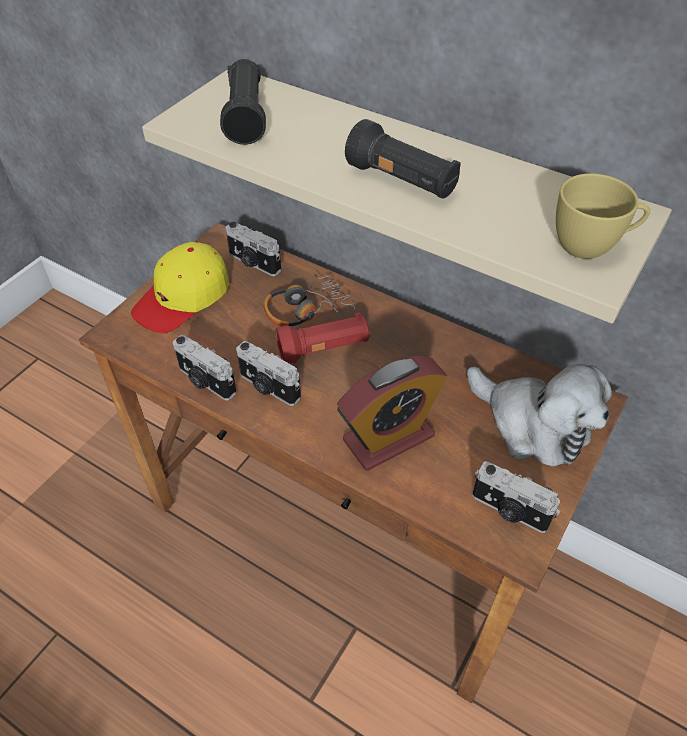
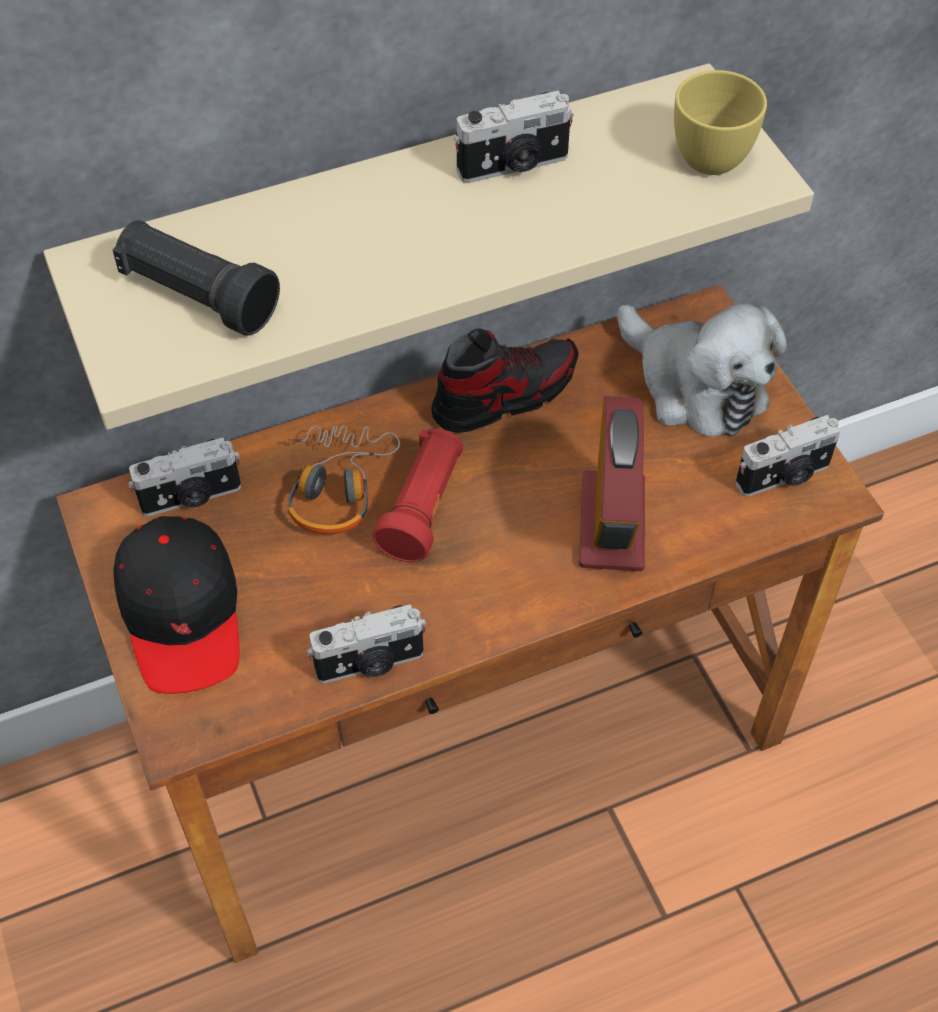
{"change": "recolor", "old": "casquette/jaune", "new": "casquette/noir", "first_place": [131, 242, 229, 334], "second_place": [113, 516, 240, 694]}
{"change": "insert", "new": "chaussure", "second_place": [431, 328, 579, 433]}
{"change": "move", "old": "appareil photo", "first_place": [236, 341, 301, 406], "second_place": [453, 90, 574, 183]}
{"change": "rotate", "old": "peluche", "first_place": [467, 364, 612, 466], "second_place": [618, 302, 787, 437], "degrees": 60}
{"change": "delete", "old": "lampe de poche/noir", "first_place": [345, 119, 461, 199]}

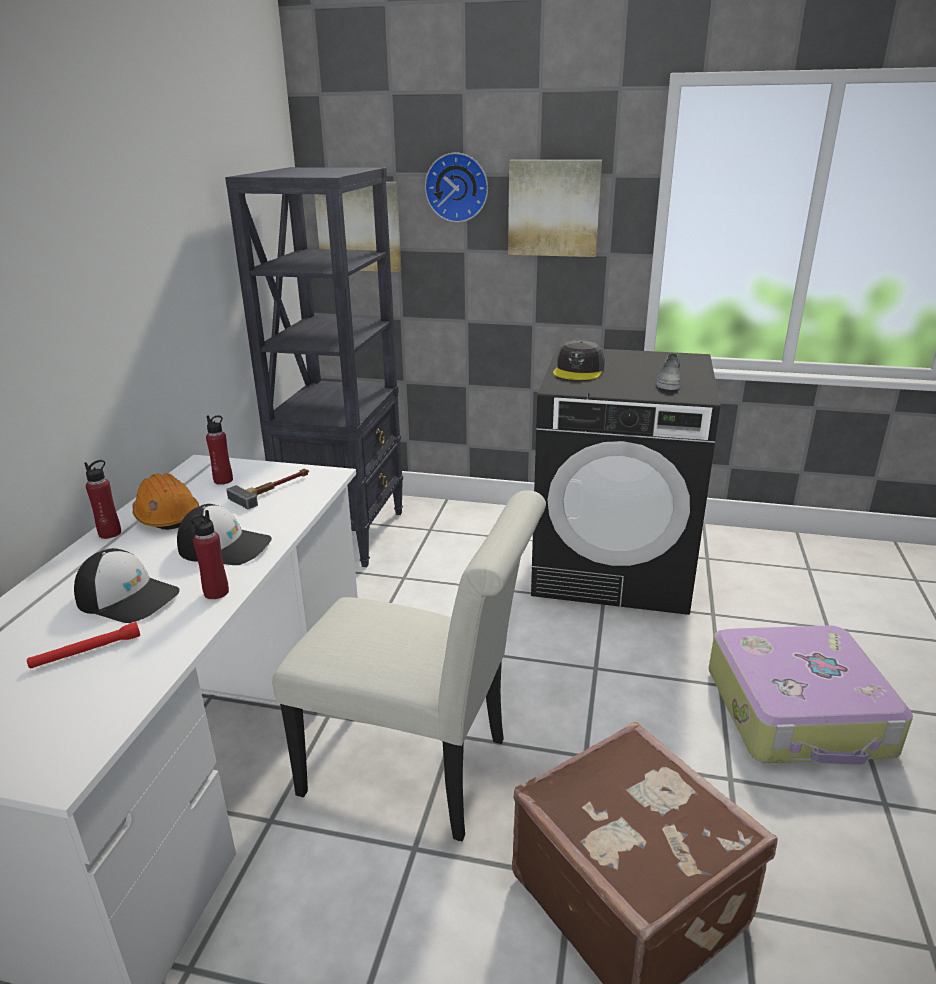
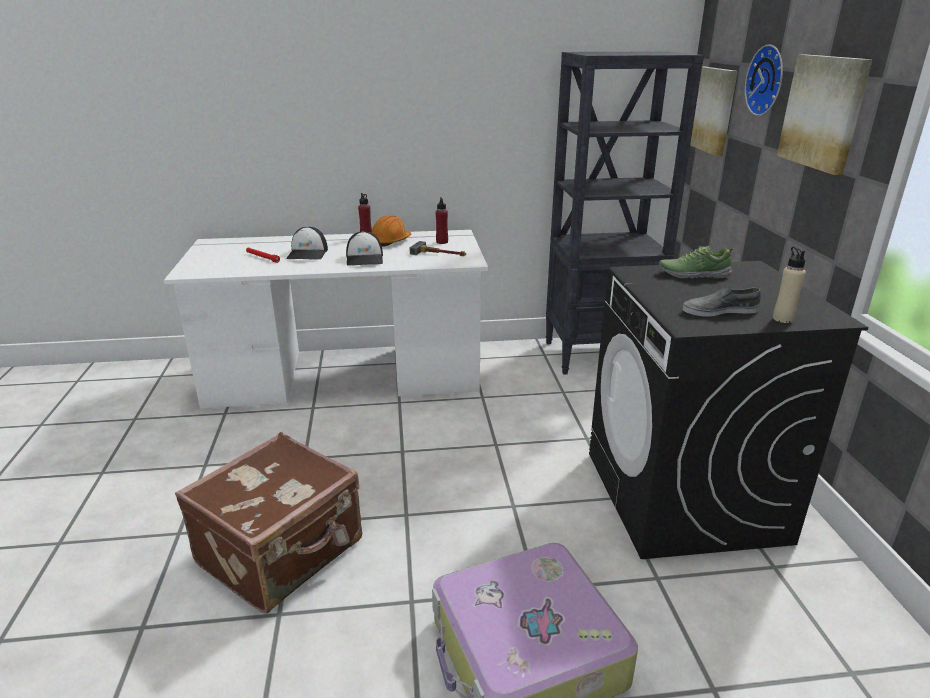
{"change": "replace", "old": "casquette/gris", "new": "chaussure", "first_place": [553, 341, 605, 380], "second_place": [659, 246, 734, 278]}
{"change": "insert", "new": "bouteille/beige", "second_place": [773, 246, 806, 323]}
{"change": "delete", "old": "bouteille/rouge", "first_place": [190, 510, 229, 599]}
{"change": "delete", "old": "chaise/blanc", "first_place": [272, 490, 546, 841]}

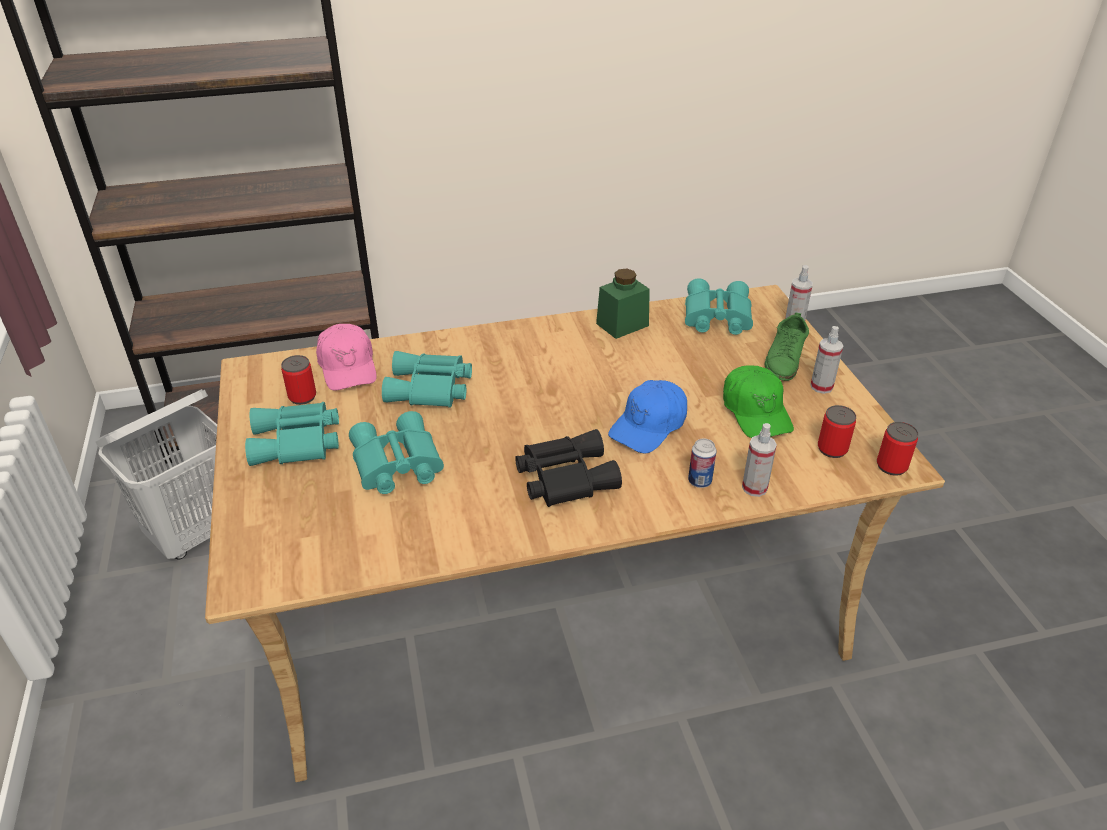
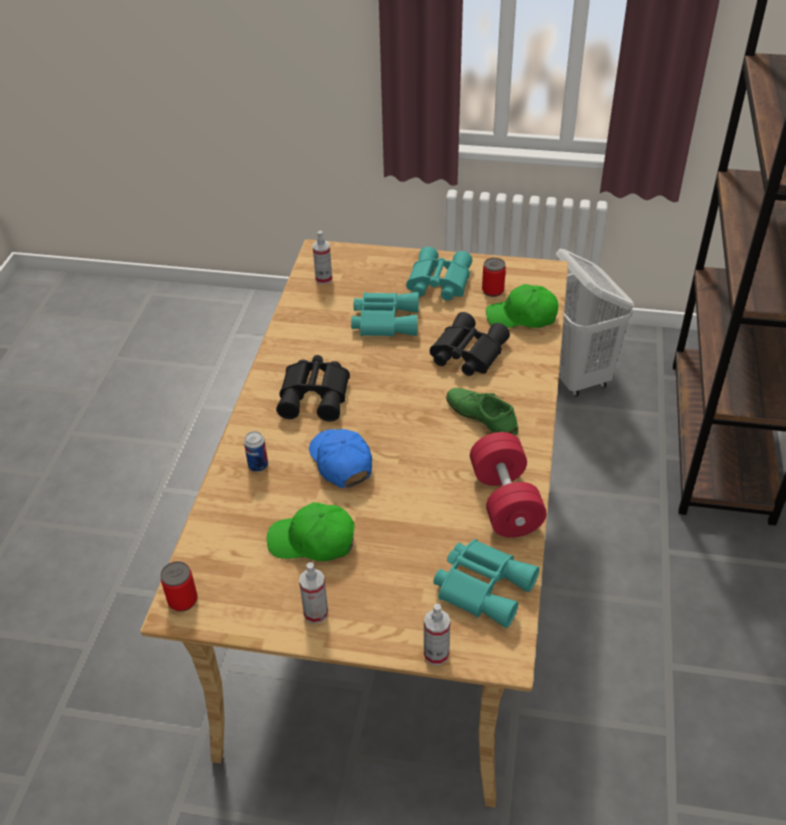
{"change": "move", "old": "vaporisateur", "first_place": [742, 423, 777, 497], "second_place": [313, 231, 332, 284]}
{"change": "recolor", "old": "jumelles/turquoise", "new": "jumelles/noir", "first_place": [382, 351, 472, 408], "second_place": [430, 312, 510, 376]}
{"change": "move", "old": "chaussure/vert", "first_place": [765, 312, 809, 381], "second_place": [446, 388, 518, 436]}
{"change": "replace", "old": "bocal/vert", "new": "haltère/rouge", "first_place": [596, 269, 650, 339], "second_place": [470, 432, 547, 538]}
{"change": "recolor", "old": "casquette/rose", "new": "casquette/vert", "first_place": [316, 324, 377, 391], "second_place": [486, 284, 558, 328]}
{"change": "delete", "old": "boîte métallique", "first_place": [818, 405, 856, 458]}

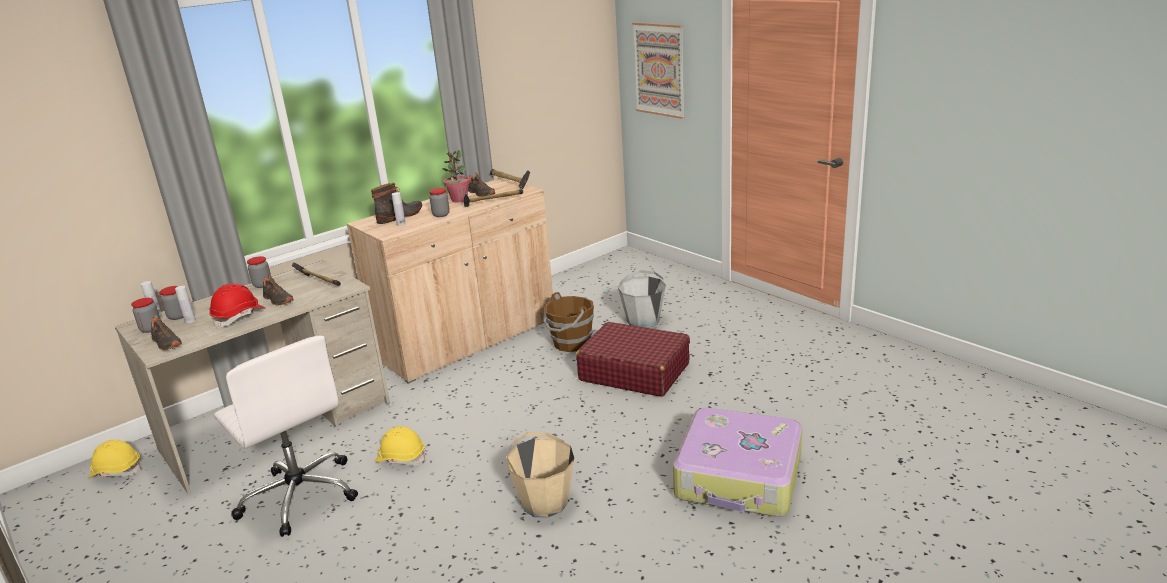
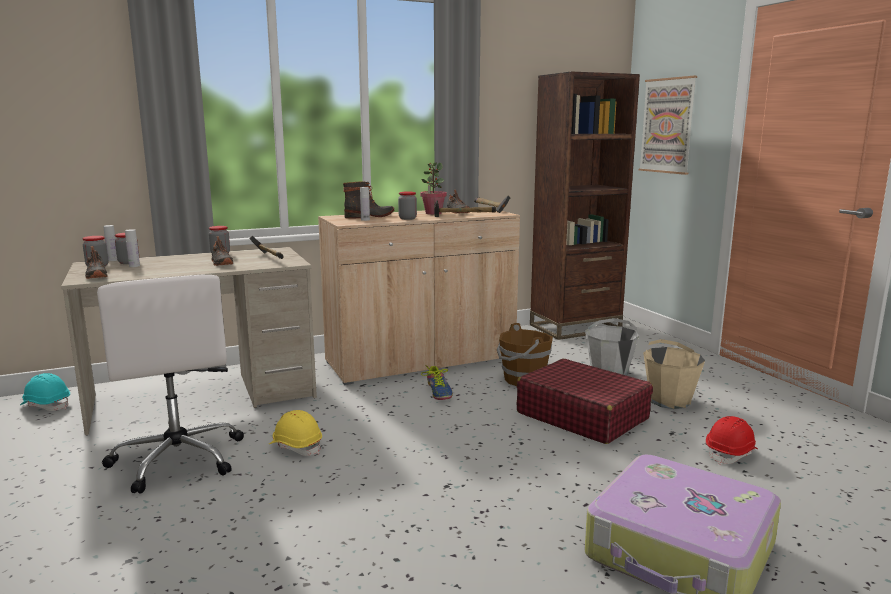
{"change": "recolor", "old": "casque de chantier/jaune", "new": "casque de chantier/turquoise", "first_place": [88, 440, 141, 478], "second_place": [20, 373, 70, 411]}
{"change": "insert", "new": "chaussure", "second_place": [421, 365, 453, 400]}
{"change": "insert", "new": "bibliothèque/marron", "second_place": [530, 71, 640, 340]}
{"change": "move", "old": "seau/beige", "first_place": [506, 432, 574, 518], "second_place": [643, 339, 705, 409]}
{"change": "move", "old": "casque de chantier/rouge", "first_place": [209, 283, 265, 328], "second_place": [706, 416, 758, 465]}

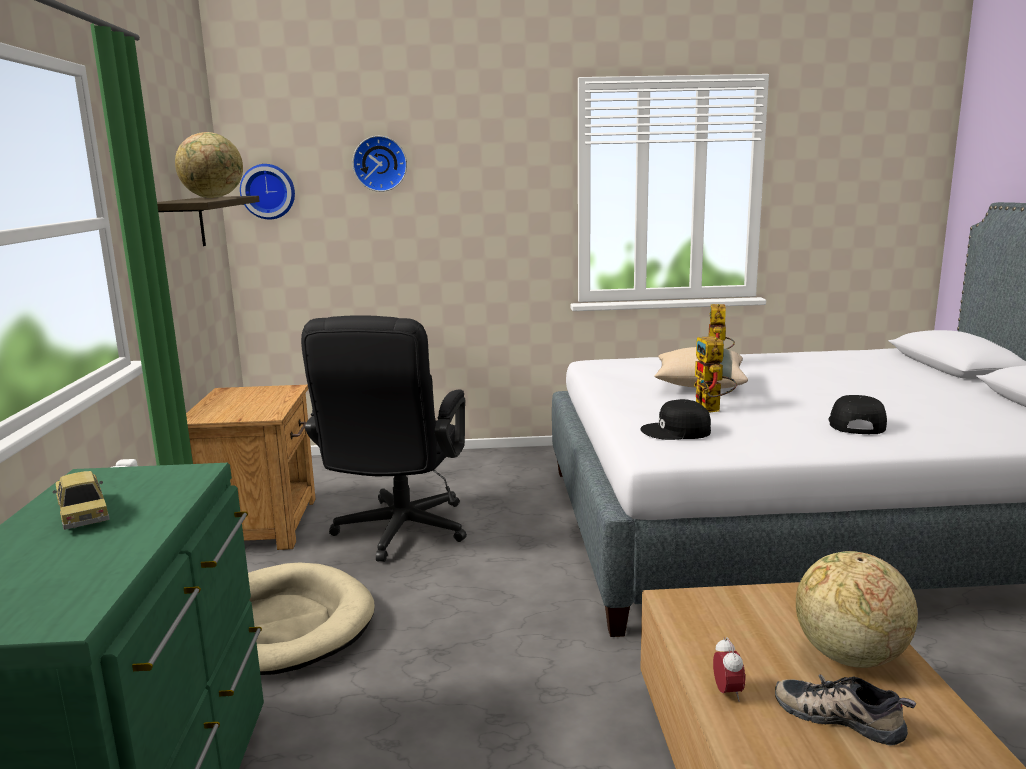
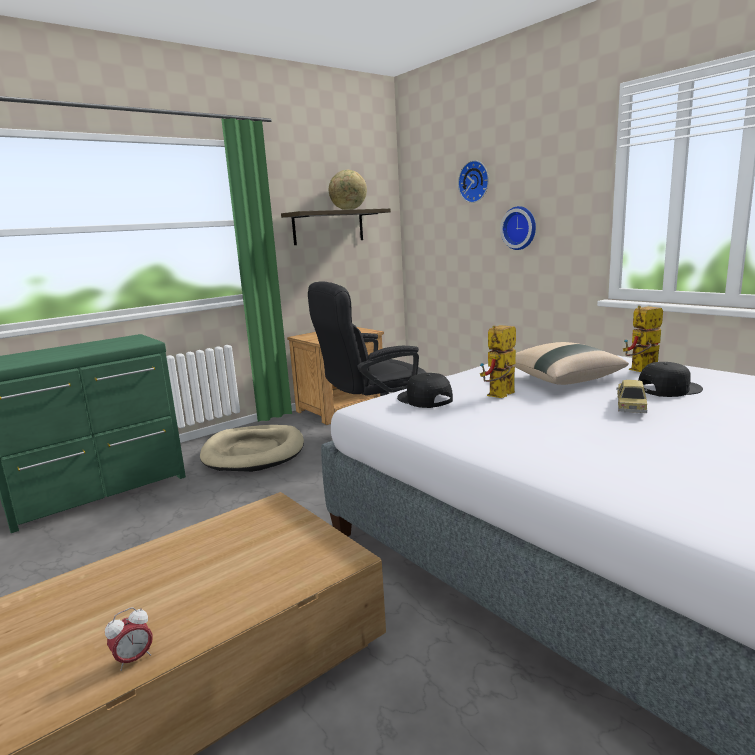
{"change": "move", "old": "réveil", "first_place": [713, 637, 745, 702], "second_place": [105, 607, 153, 671]}
{"change": "move", "old": "horloge murale", "first_place": [240, 164, 295, 219], "second_place": [500, 206, 536, 250]}
{"change": "move", "old": "petite voiture", "first_place": [53, 471, 109, 530], "second_place": [616, 380, 648, 413]}
{"change": "move", "old": "casquette/noir", "first_place": [828, 395, 887, 434], "second_place": [638, 362, 703, 397]}
{"change": "delete", "old": "chaussure", "first_place": [775, 674, 916, 746]}
{"change": "delete", "old": "globe", "first_place": [796, 551, 918, 668]}

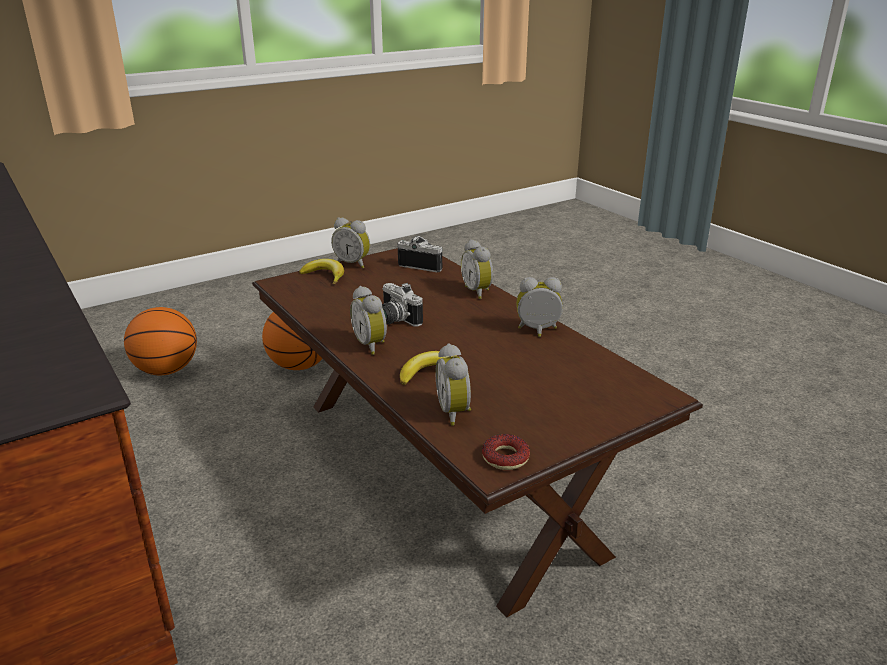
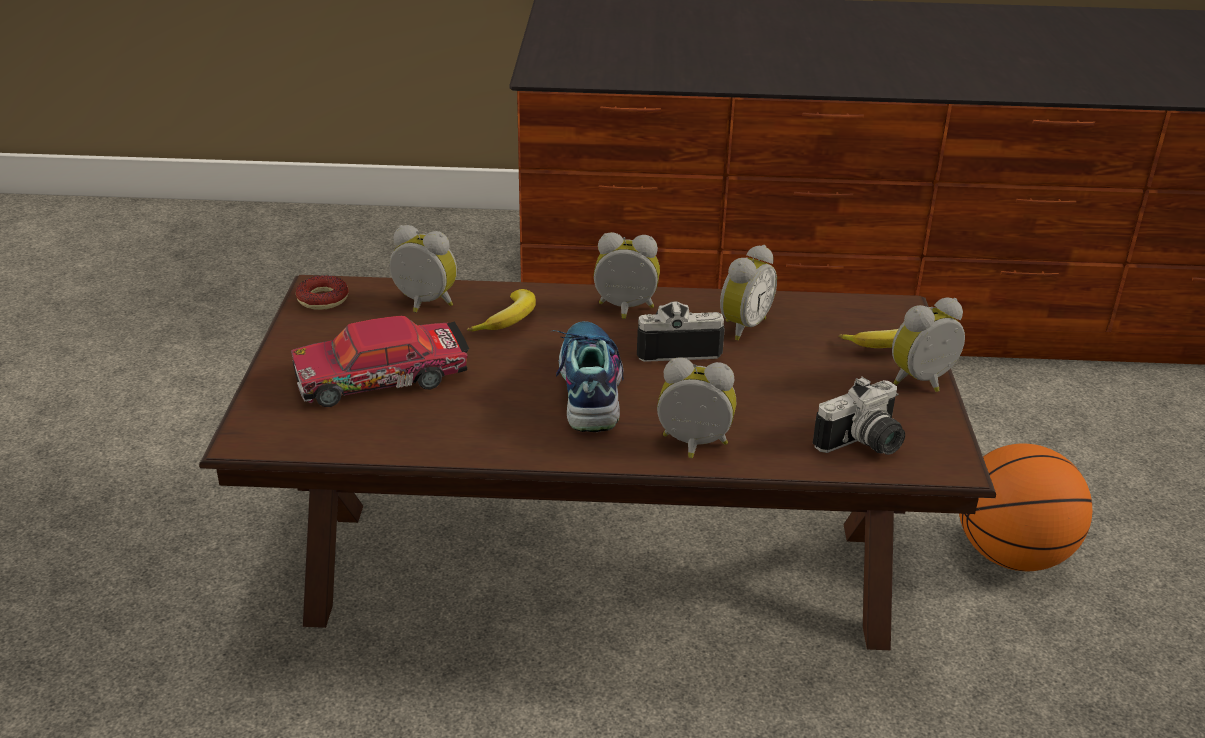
{"change": "insert", "new": "petite voiture", "second_place": [291, 316, 469, 407]}
{"change": "insert", "new": "chaussure", "second_place": [553, 321, 623, 432]}
{"change": "move", "old": "réveil", "first_place": [516, 277, 563, 337], "second_place": [720, 245, 777, 341]}
{"change": "delete", "old": "ballon de basket", "first_place": [124, 307, 197, 375]}

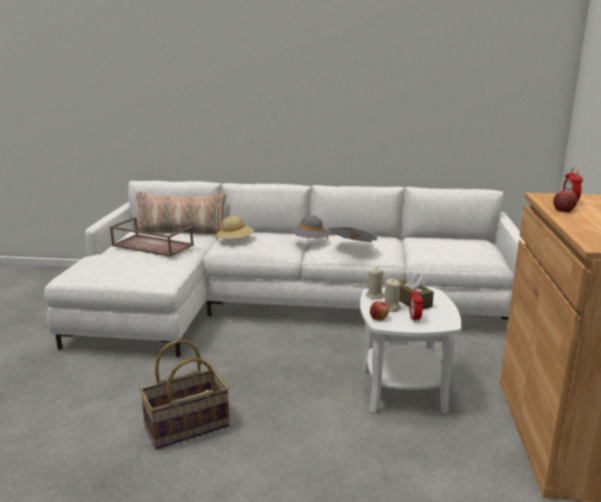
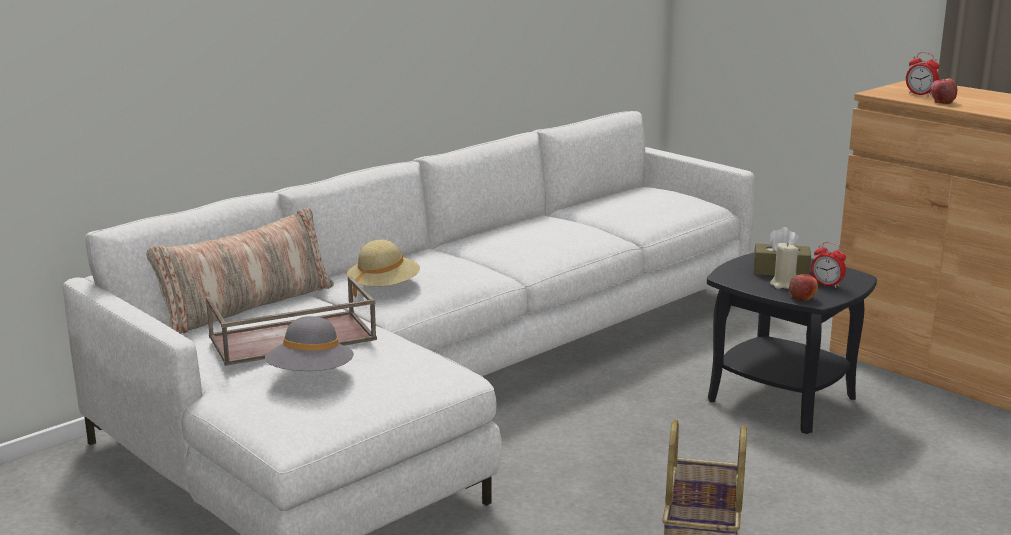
{"change": "move", "old": "chapeau/gris", "first_place": [291, 215, 329, 240], "second_place": [265, 316, 354, 371]}
{"change": "recolor", "old": "table d'appoint/blanc", "new": "table d'appoint/noir", "first_place": [360, 287, 462, 414], "second_place": [707, 253, 877, 434]}
{"change": "delete", "old": "journal", "first_place": [328, 227, 378, 242]}
{"change": "delete", "old": "bougie/beige", "first_place": [366, 268, 385, 299]}

